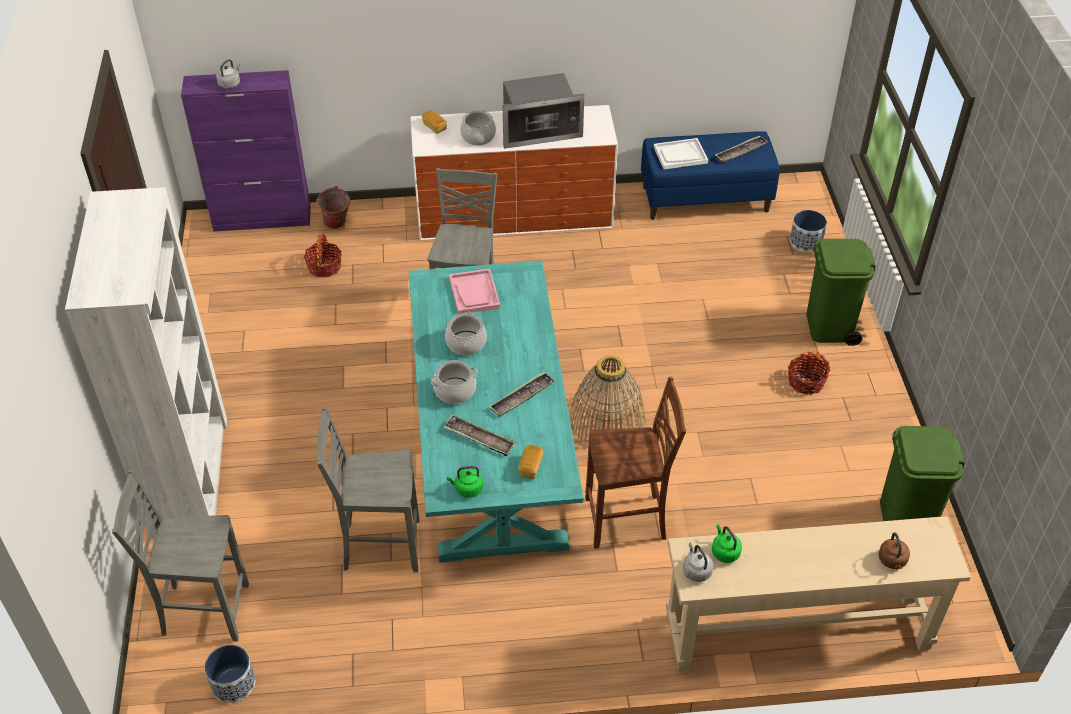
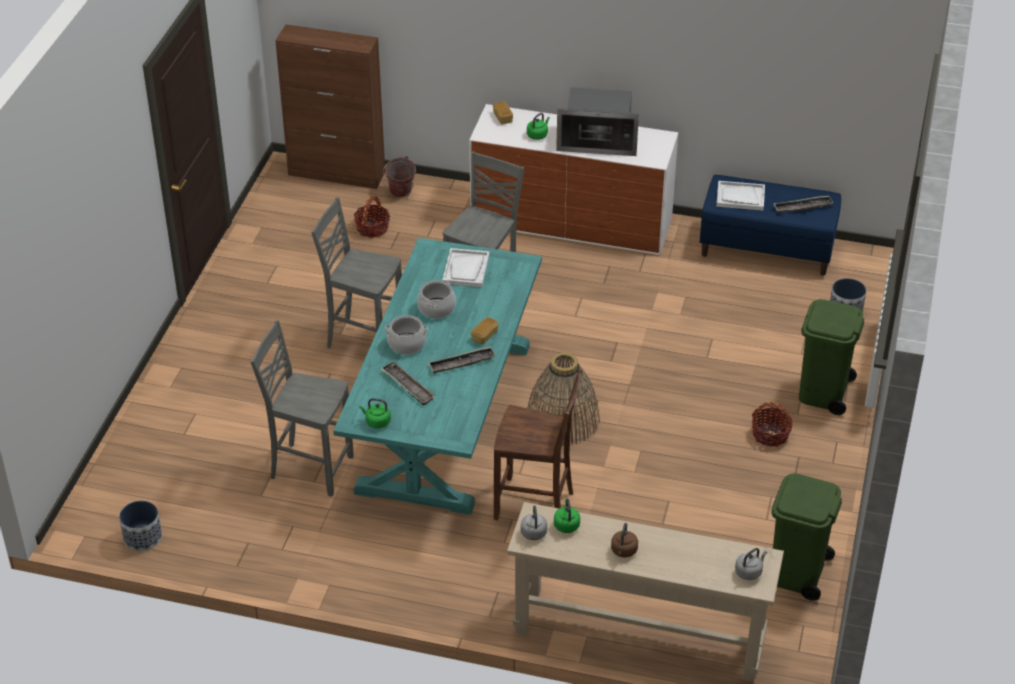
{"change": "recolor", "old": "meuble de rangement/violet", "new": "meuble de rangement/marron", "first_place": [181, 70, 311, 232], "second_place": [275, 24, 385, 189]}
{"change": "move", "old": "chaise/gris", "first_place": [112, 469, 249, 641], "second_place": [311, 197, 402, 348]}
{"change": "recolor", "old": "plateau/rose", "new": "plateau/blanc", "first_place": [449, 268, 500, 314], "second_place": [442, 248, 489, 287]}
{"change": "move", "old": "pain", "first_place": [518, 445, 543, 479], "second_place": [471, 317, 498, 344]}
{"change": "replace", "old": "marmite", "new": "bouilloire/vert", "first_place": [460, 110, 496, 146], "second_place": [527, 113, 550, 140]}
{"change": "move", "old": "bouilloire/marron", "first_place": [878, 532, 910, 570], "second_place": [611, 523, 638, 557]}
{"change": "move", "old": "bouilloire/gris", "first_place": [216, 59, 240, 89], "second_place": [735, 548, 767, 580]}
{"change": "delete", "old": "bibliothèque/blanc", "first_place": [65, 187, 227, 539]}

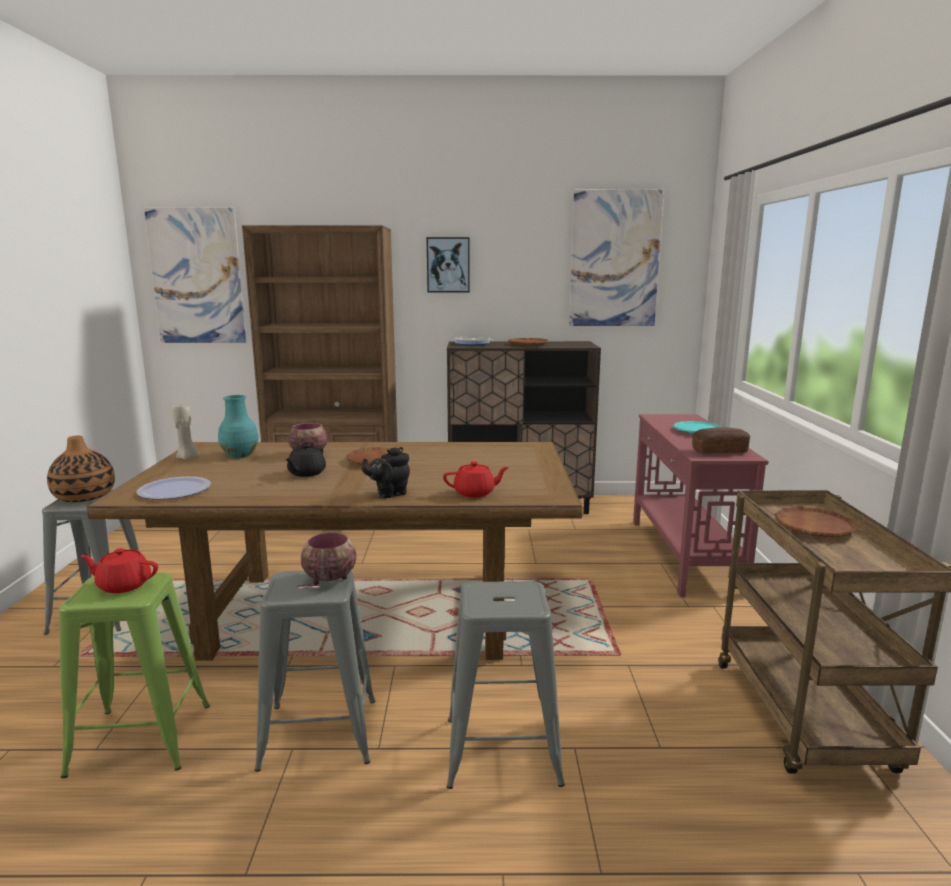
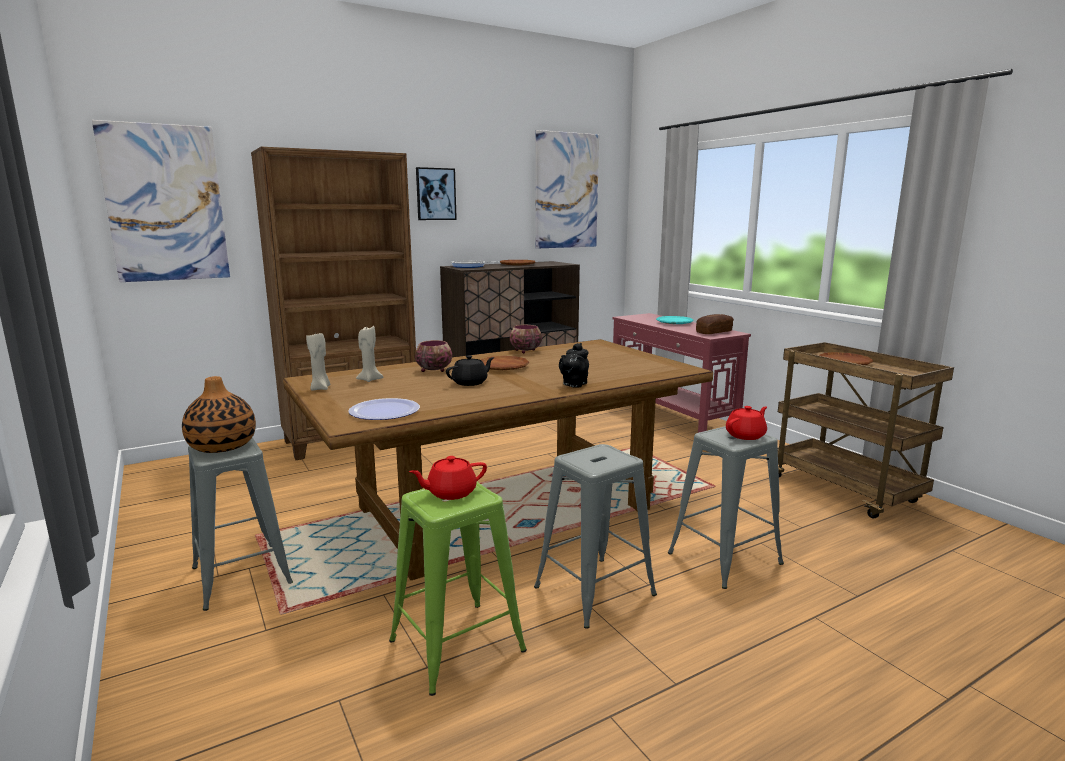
{"change": "replace", "old": "vase/turquoise", "new": "bougie/beige", "first_place": [218, 395, 259, 458], "second_place": [356, 326, 383, 382]}
{"change": "rotate", "old": "théière/noir", "first_place": [285, 444, 326, 477], "second_place": [446, 355, 494, 386], "degrees": -120}
{"change": "move", "old": "bol", "first_place": [301, 532, 357, 585], "second_place": [510, 325, 542, 353]}
{"change": "move", "old": "théière/rouge", "first_place": [443, 461, 509, 497], "second_place": [726, 406, 767, 440]}

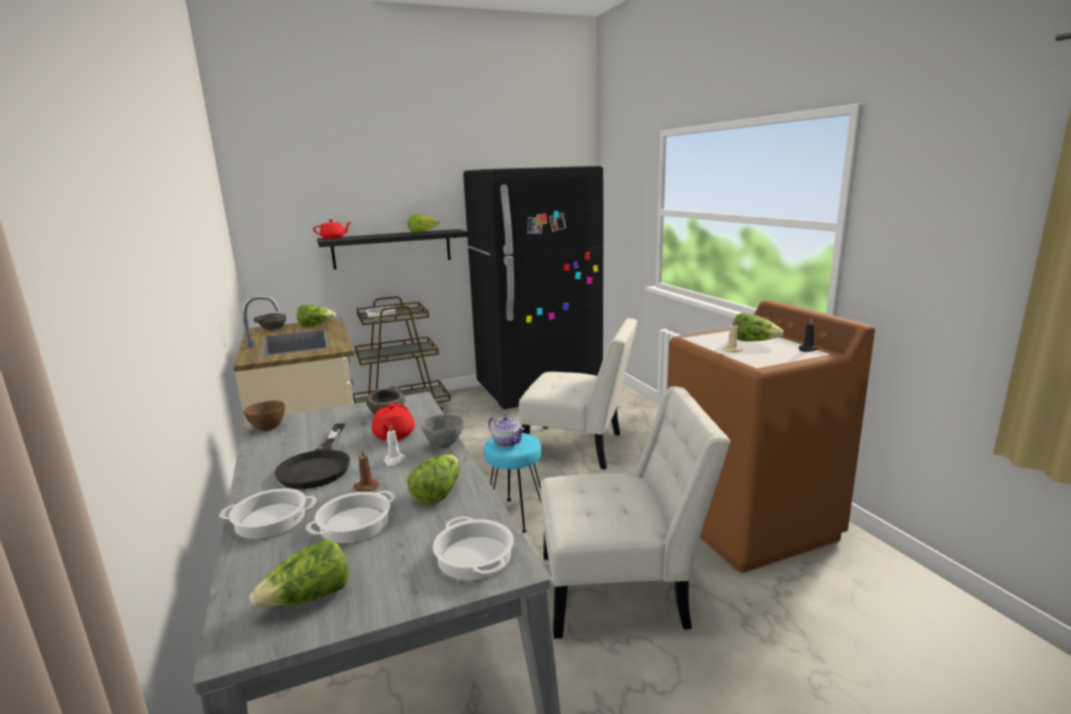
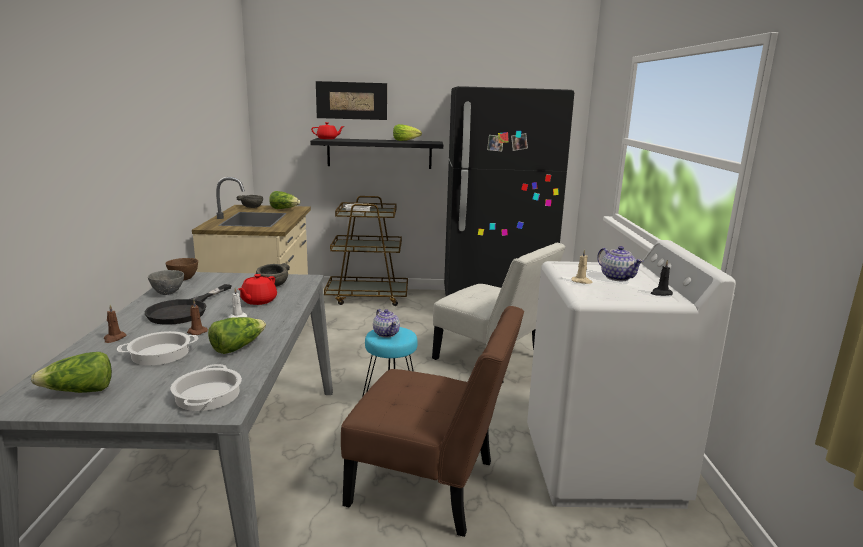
{"change": "replace", "old": "marmite", "new": "bougie/marron", "first_place": [219, 488, 317, 539], "second_place": [104, 305, 126, 343]}
{"change": "move", "old": "bol/gris", "first_place": [421, 414, 464, 448], "second_place": [148, 270, 184, 295]}
{"change": "insert", "new": "tableau", "second_place": [316, 81, 387, 120]}
{"change": "recolor", "old": "chaise/blanc", "new": "chaise/marron", "first_place": [540, 387, 731, 639], "second_place": [341, 306, 524, 537]}
{"change": "recolor", "old": "lave-linge/marron", "new": "lave-linge/blanc", "first_place": [667, 300, 875, 573], "second_place": [527, 240, 736, 509]}
{"change": "replace", "old": "laitue", "new": "théière", "first_place": [732, 313, 783, 341], "second_place": [597, 246, 644, 281]}

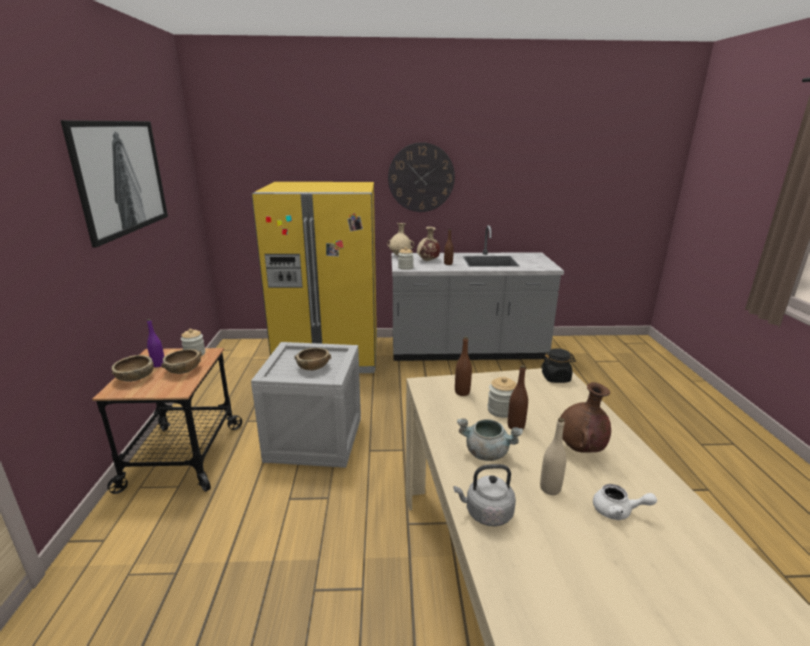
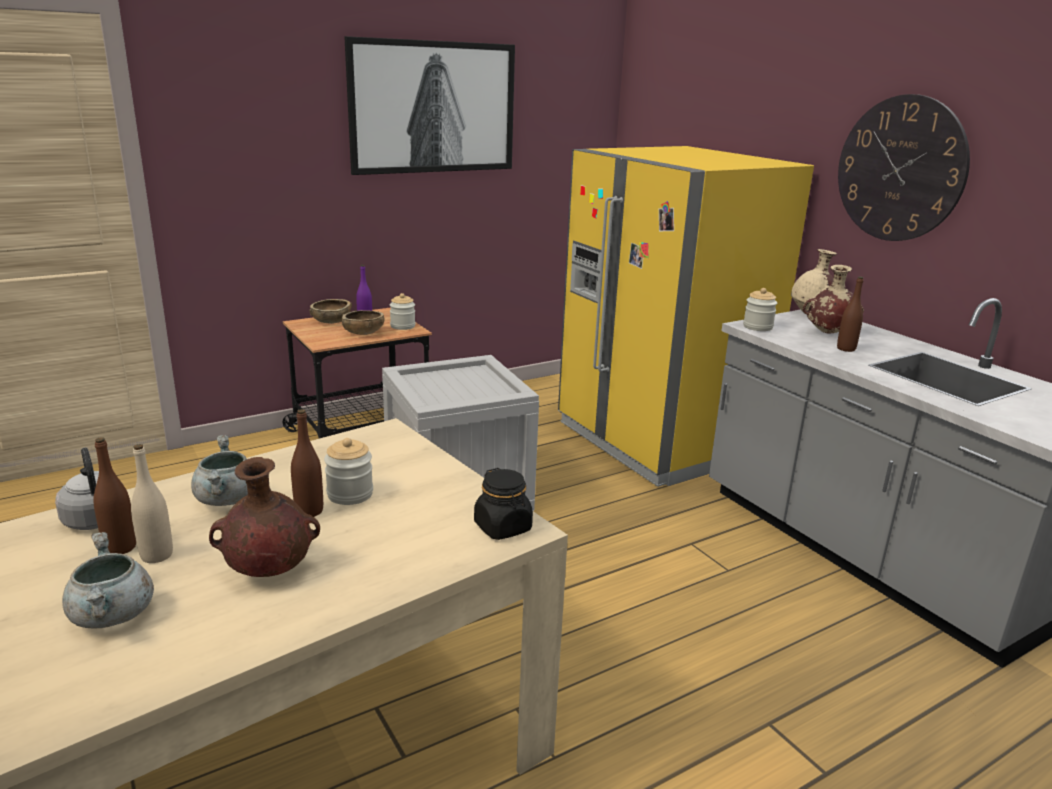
{"change": "replace", "old": "théière/blanc", "new": "marmite/gris", "first_place": [593, 484, 657, 520], "second_place": [62, 532, 154, 628]}
{"change": "move", "old": "bouteille/marron", "first_place": [455, 337, 472, 396], "second_place": [93, 437, 136, 554]}
{"change": "delete", "old": "bol/marron", "first_place": [295, 348, 331, 371]}

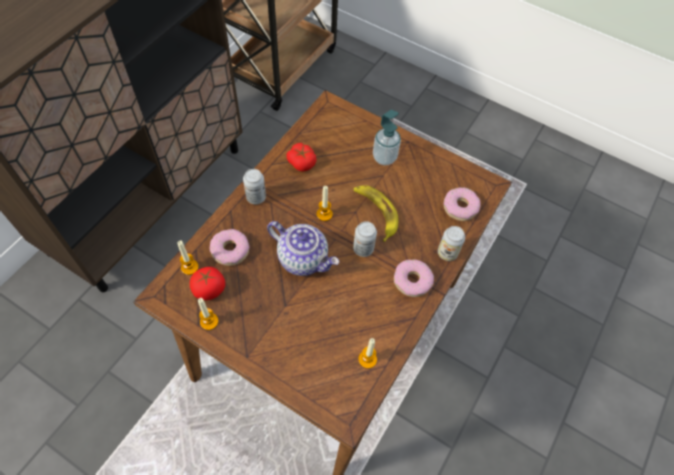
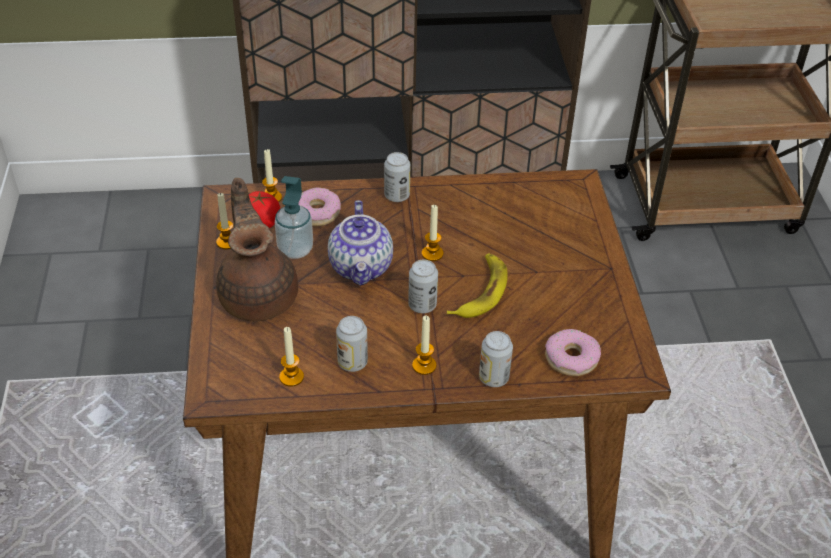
{"change": "insert", "new": "théière/marron", "second_place": [216, 178, 298, 321]}
{"change": "move", "old": "distributeur de savon", "first_place": [373, 110, 401, 165], "second_place": [275, 176, 313, 259]}
{"change": "insert", "new": "boîte métallique", "second_place": [336, 316, 368, 372]}
{"change": "replace", "old": "beignet", "new": "bougie", "first_place": [394, 259, 434, 297], "second_place": [412, 316, 436, 375]}
{"change": "delete", "old": "tomate", "first_place": [287, 143, 317, 172]}

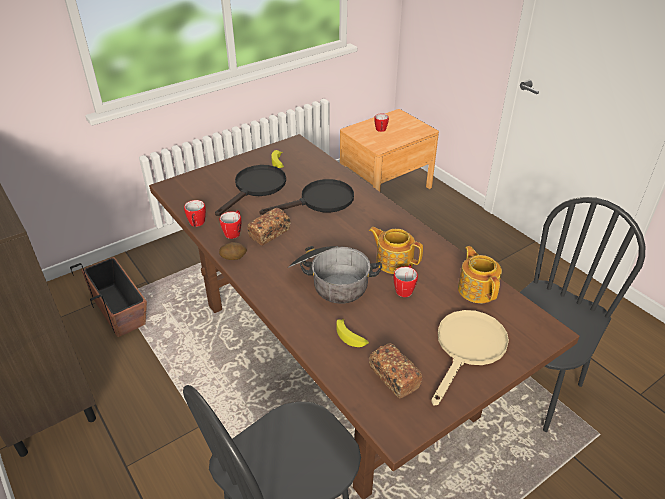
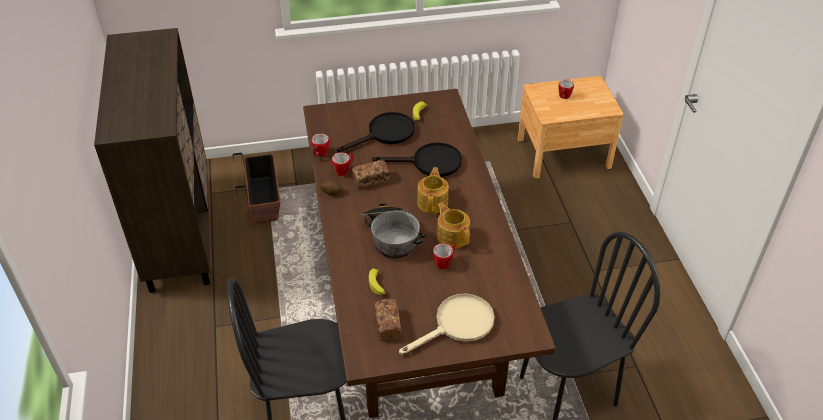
{"change": "move", "old": "théière", "first_place": [458, 246, 502, 303], "second_place": [417, 167, 449, 214]}

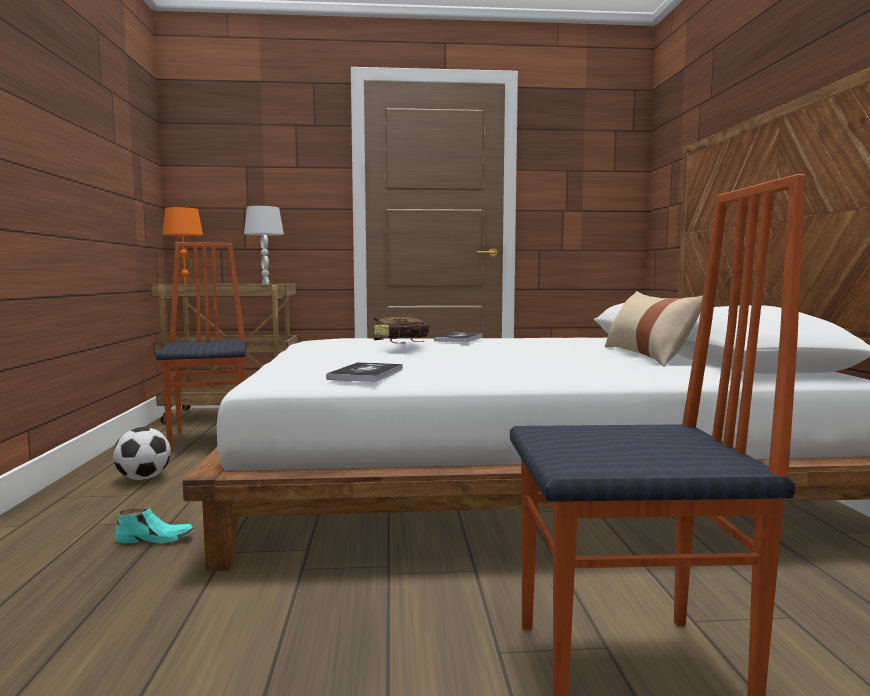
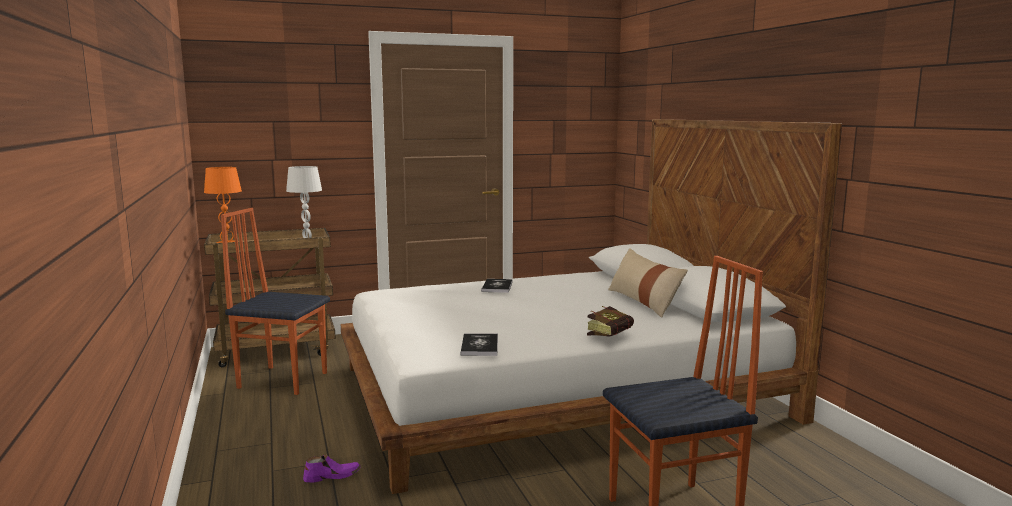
{"change": "rotate", "old": "chaise", "first_place": [156, 242, 247, 452], "second_place": [221, 208, 330, 395], "degrees": -45}
{"change": "recolor", "old": "chaussure/turquoise", "new": "chaussure/violet", "first_place": [115, 507, 194, 544], "second_place": [303, 455, 361, 483]}
{"change": "move", "old": "livre", "first_place": [374, 313, 429, 344], "second_place": [587, 306, 634, 337]}
{"change": "delete", "old": "ballon de foot", "first_place": [113, 427, 171, 480]}

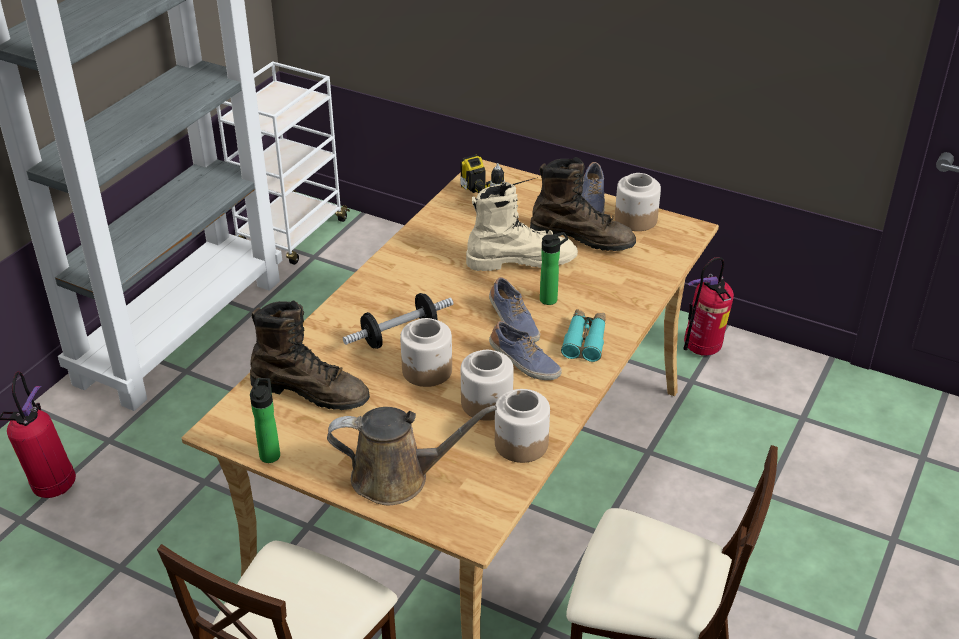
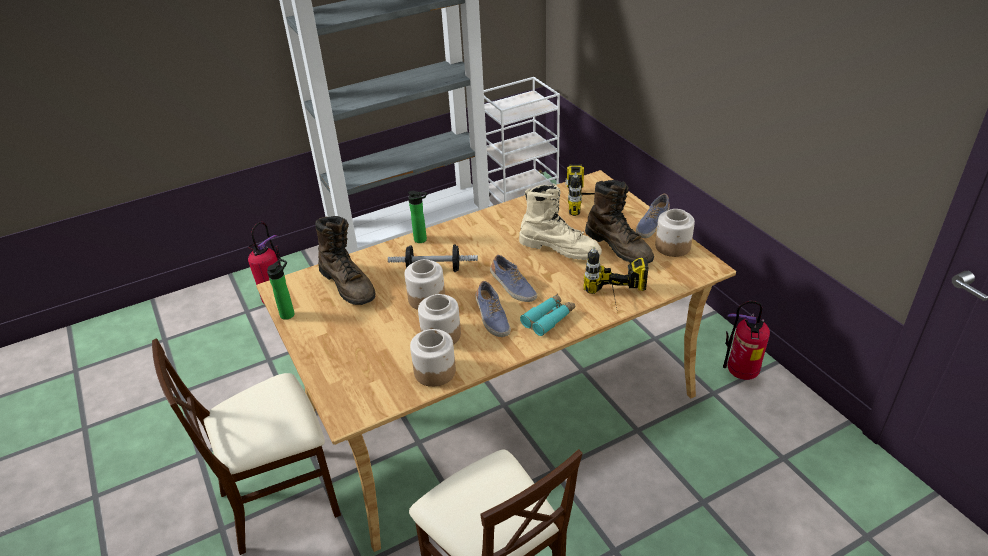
{"change": "move", "old": "bouteille", "first_place": [540, 232, 568, 305], "second_place": [408, 191, 427, 243]}
{"change": "rotate", "old": "chaussure", "first_place": [489, 277, 540, 342], "second_place": [490, 255, 537, 302], "degrees": -45}
{"change": "insert", "new": "perceuse", "second_place": [583, 247, 648, 308]}
{"change": "delete", "old": "arrosoir/marron", "first_place": [327, 406, 497, 505]}

